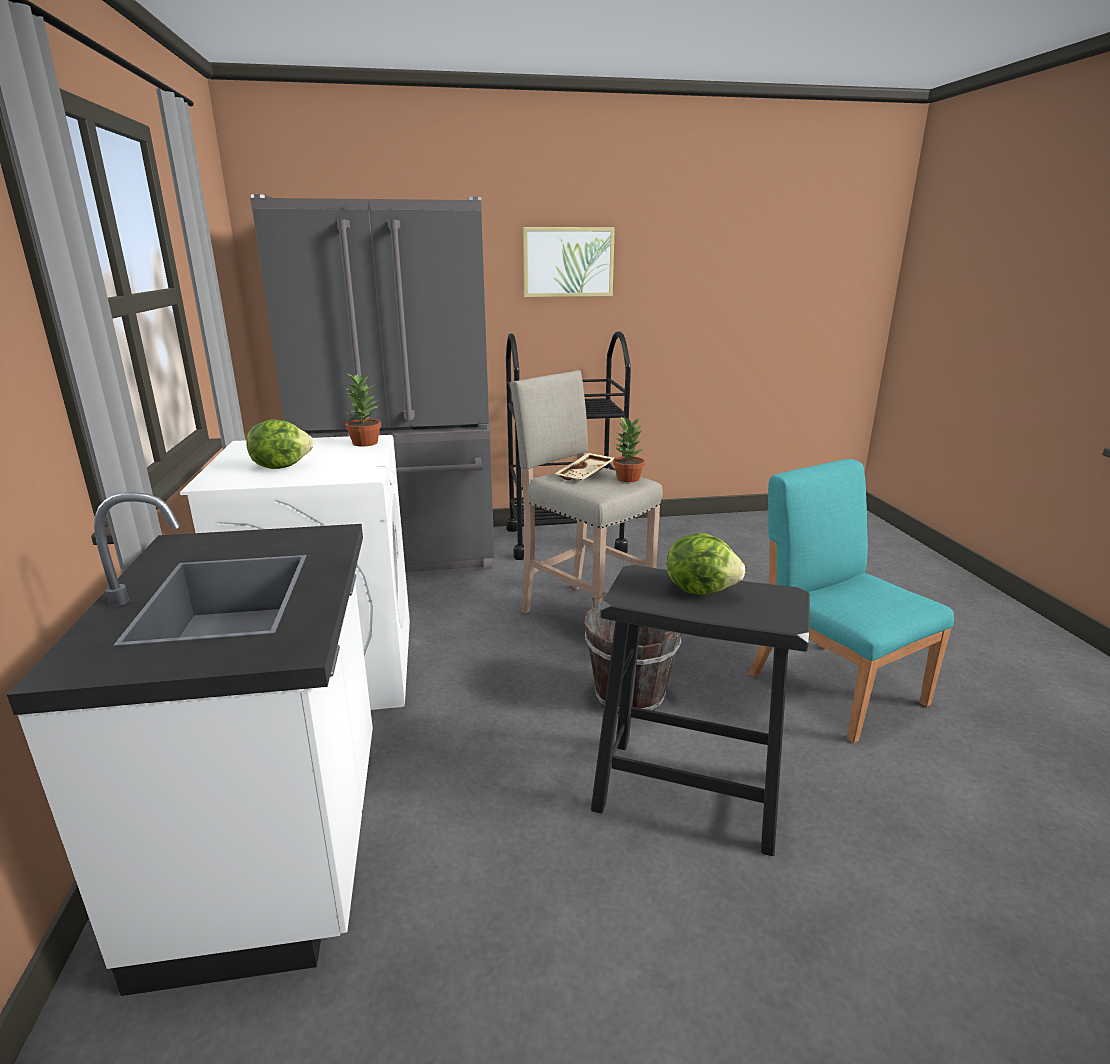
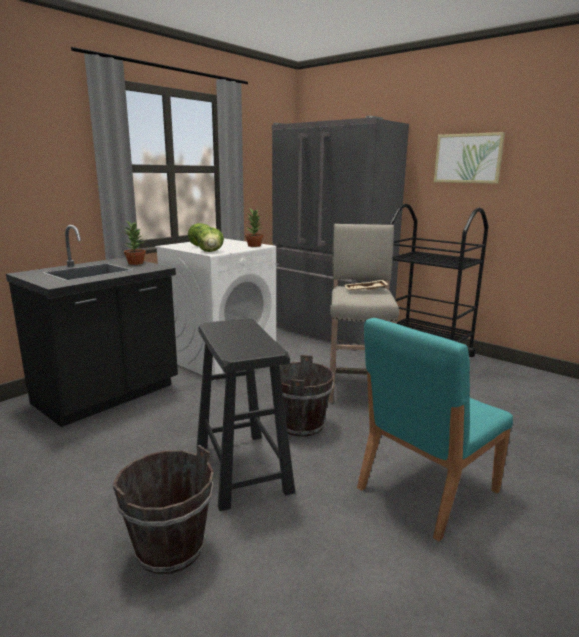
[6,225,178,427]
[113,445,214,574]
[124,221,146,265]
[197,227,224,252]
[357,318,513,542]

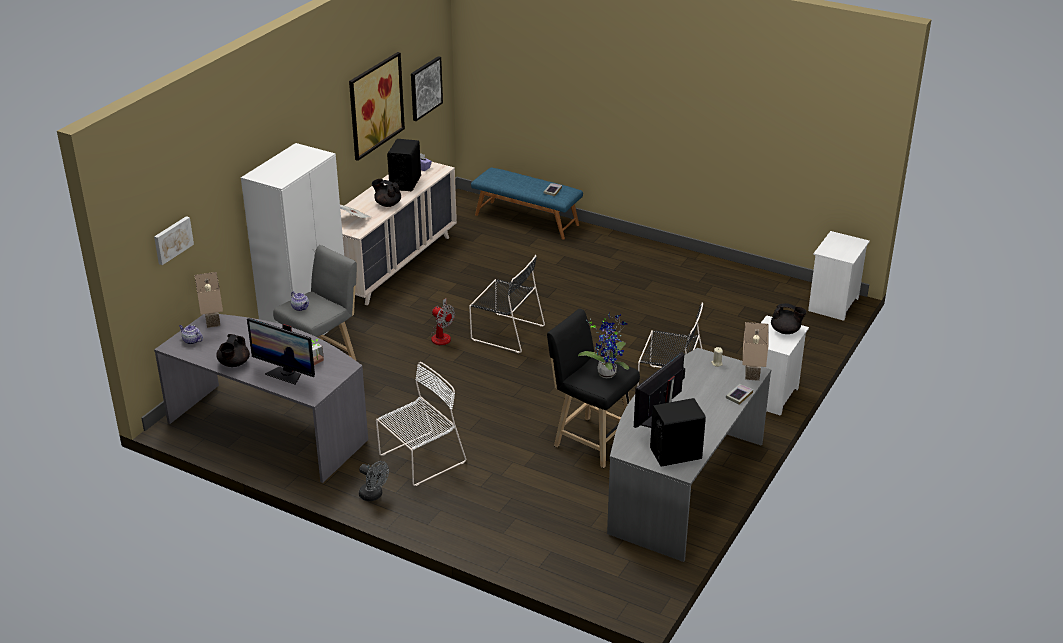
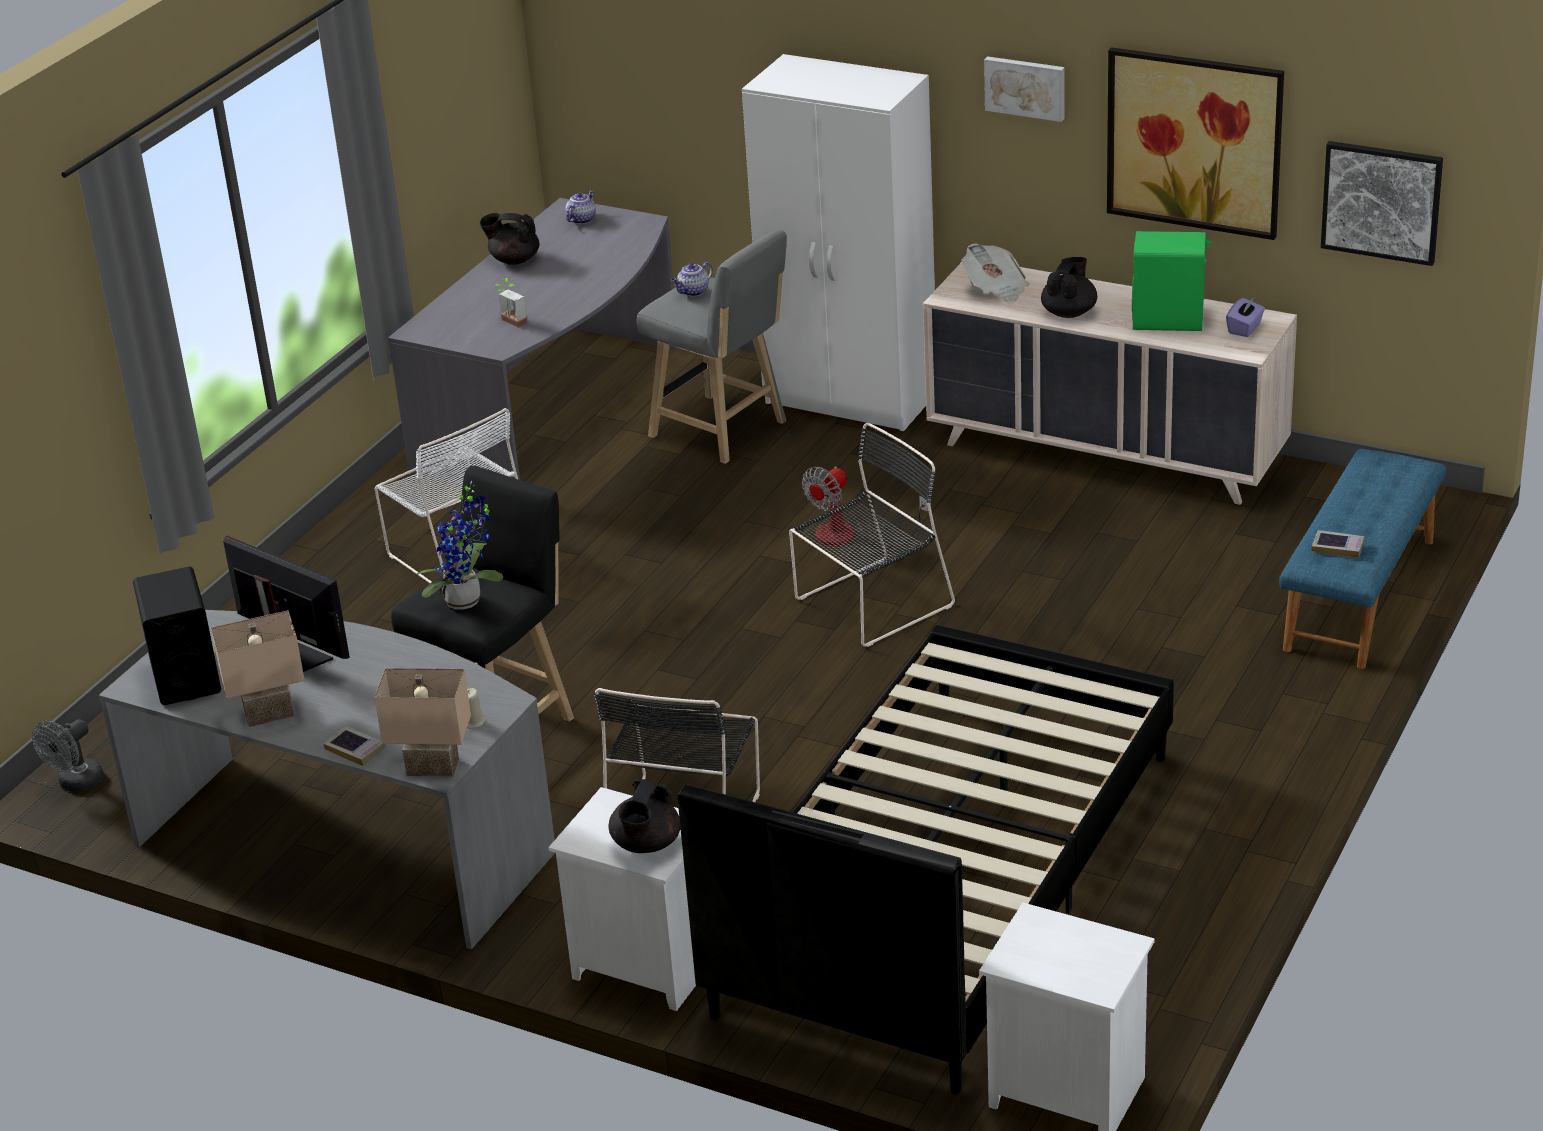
[32,719,104,792]
[211,610,305,727]
[678,625,1174,1094]
[789,423,955,647]
[984,56,1065,122]
[1132,231,1211,331]
[247,318,315,385] (first image)

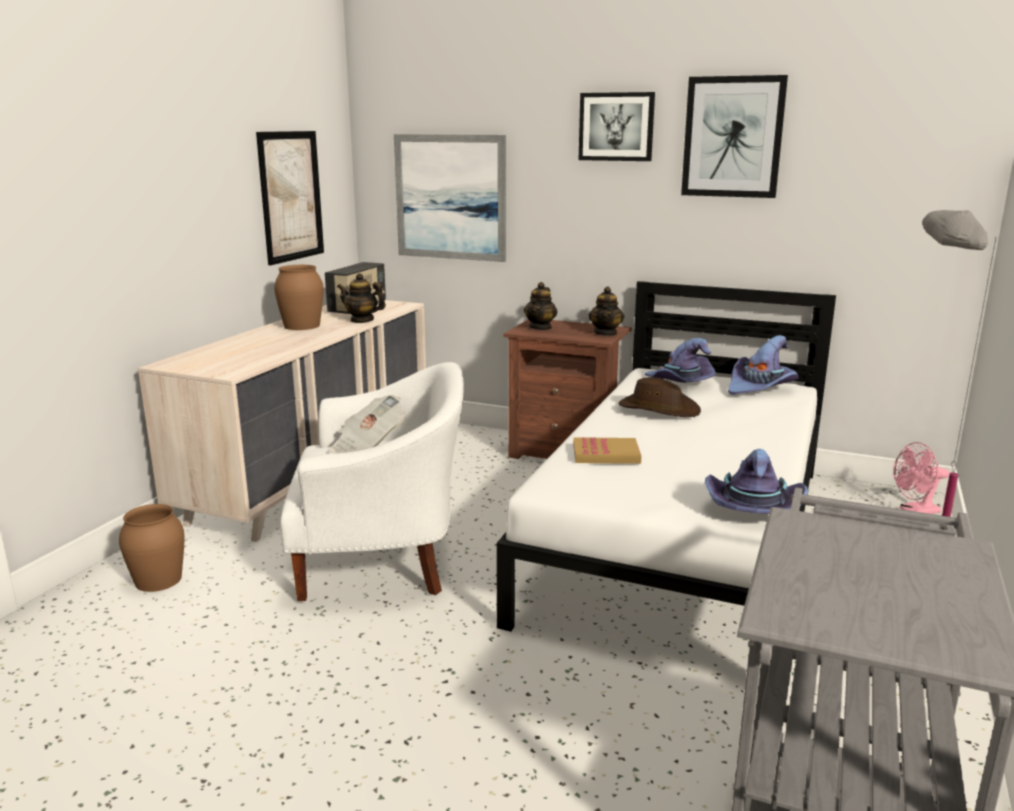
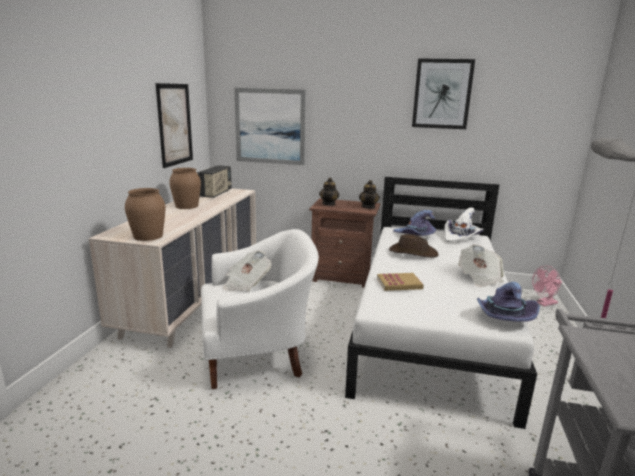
[125,188,166,241]
[444,207,484,242]
[458,244,504,287]
[337,273,386,323] (first image)
[579,92,655,161] (first image)

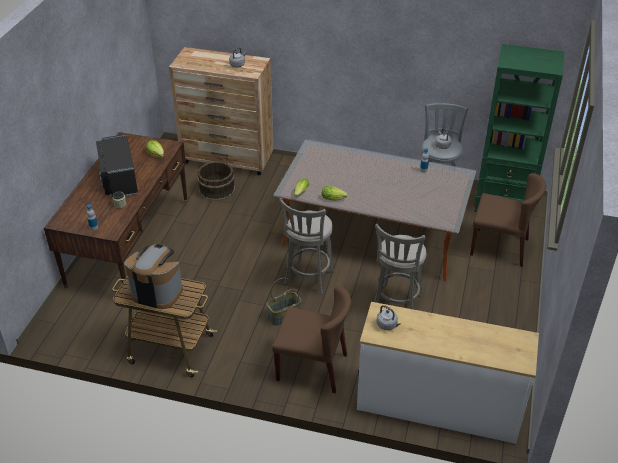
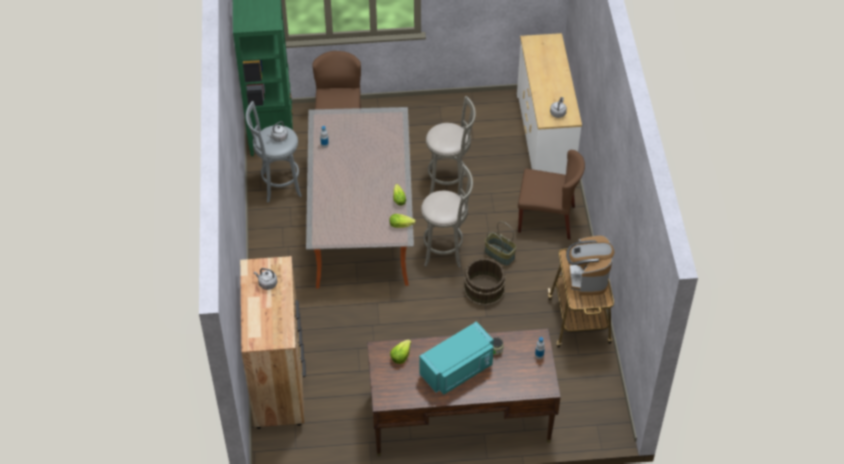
[419,321,494,394]
[464,258,506,306]
[518,150,585,240]

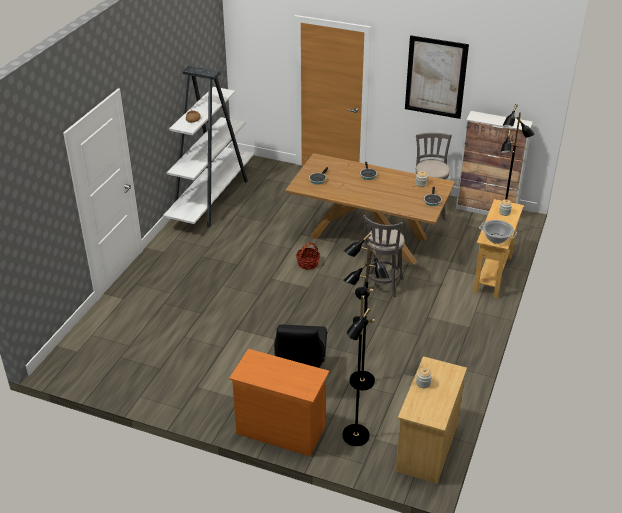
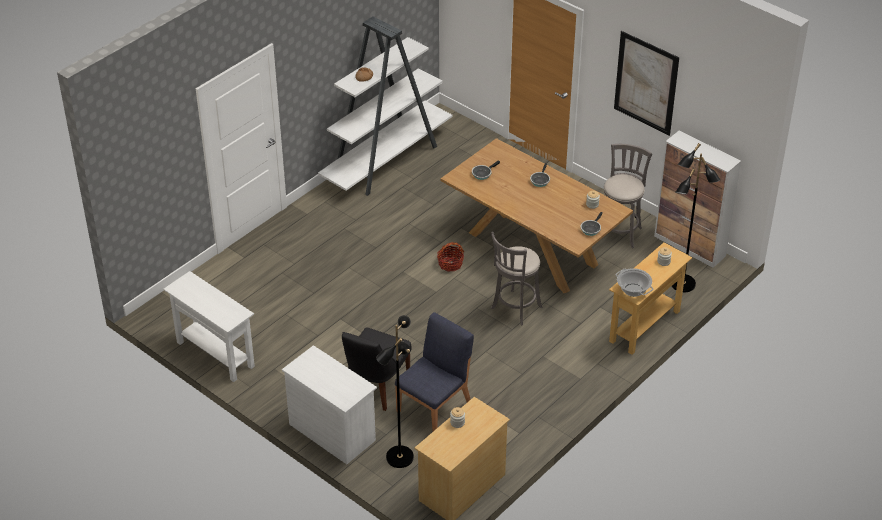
[163,271,255,382]
[282,345,377,464]
[395,312,474,431]

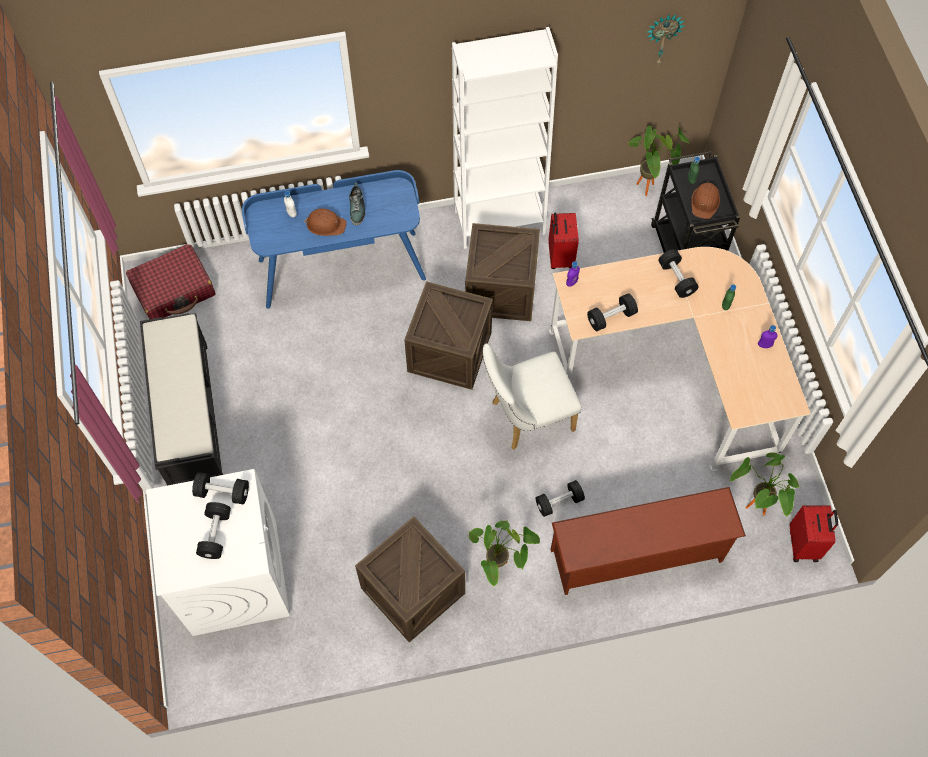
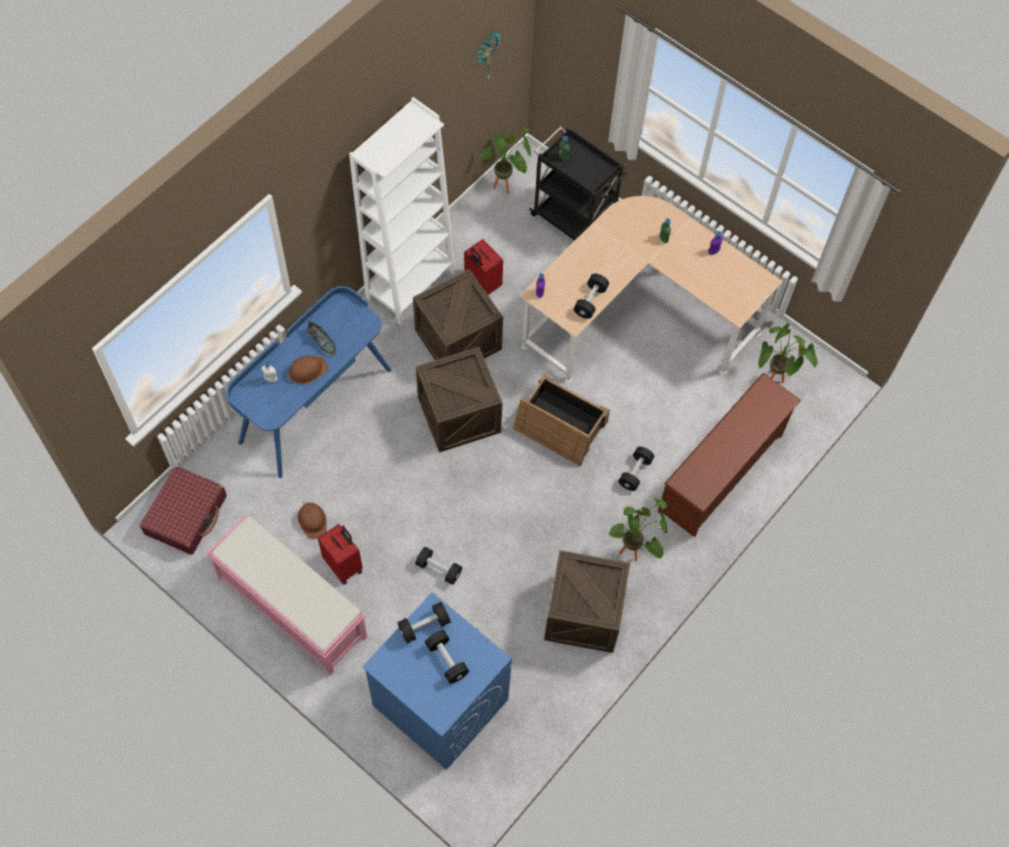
[207,515,367,676]
[298,501,327,539]
[318,524,363,585]
[362,592,512,770]
[415,547,462,585]
[513,374,610,466]

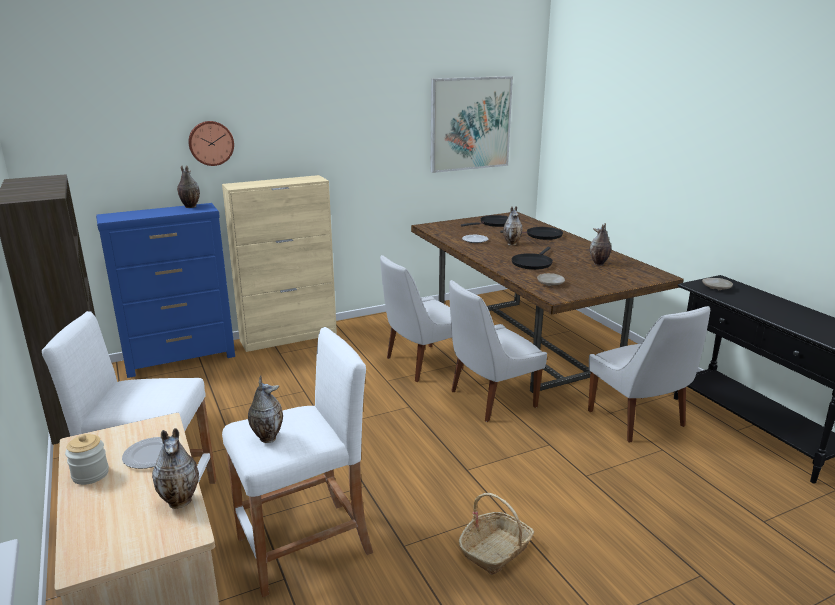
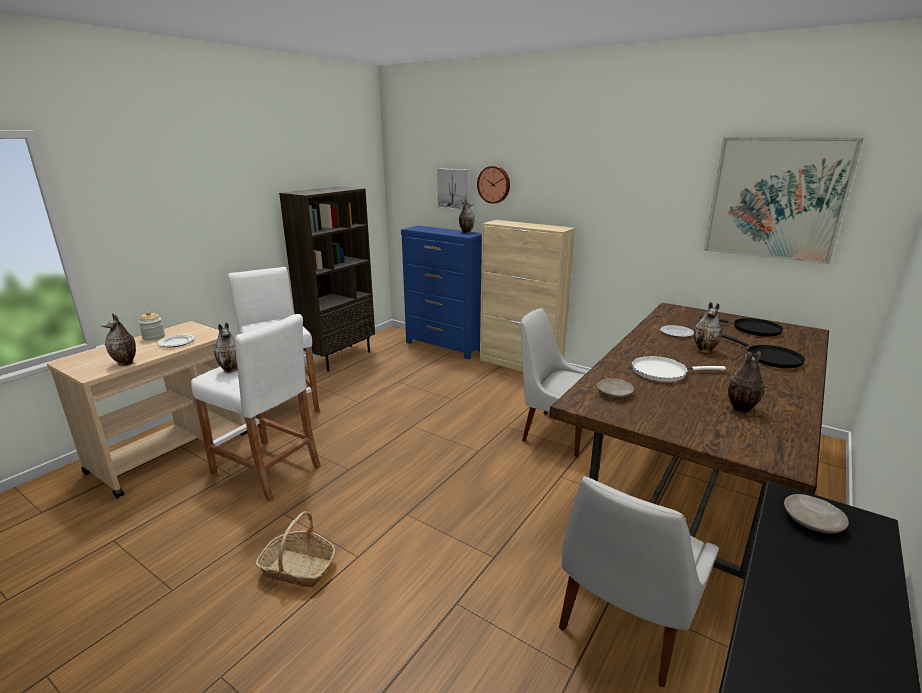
[436,168,471,210]
[632,356,726,382]
[449,280,547,422] (first image)

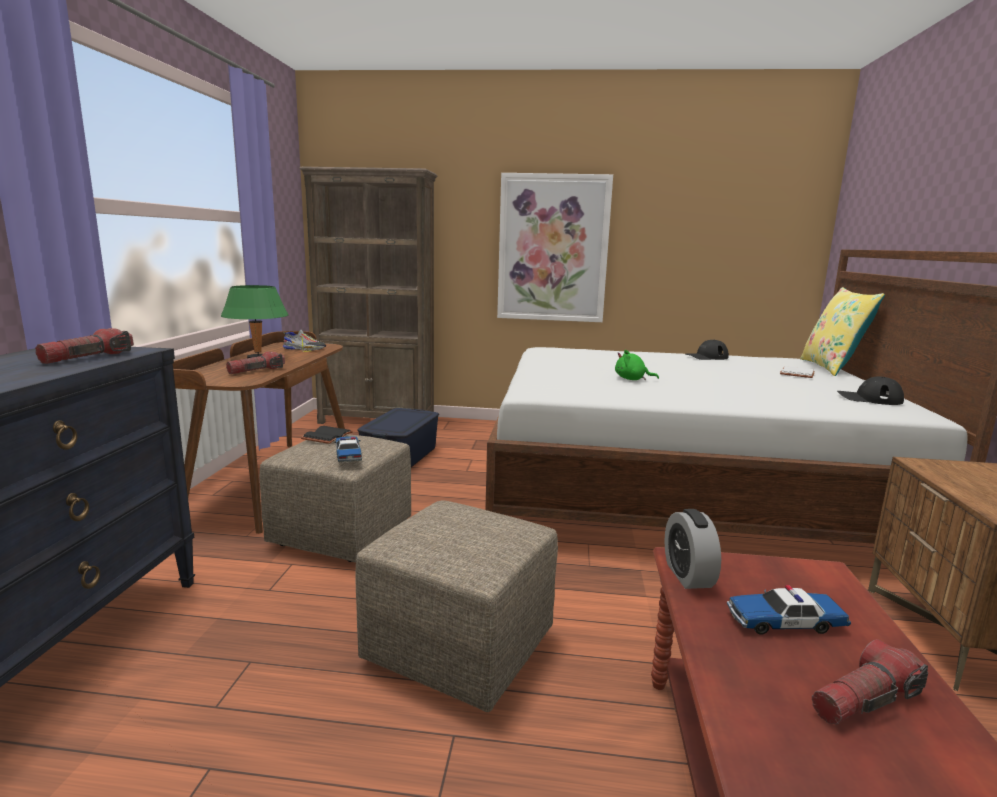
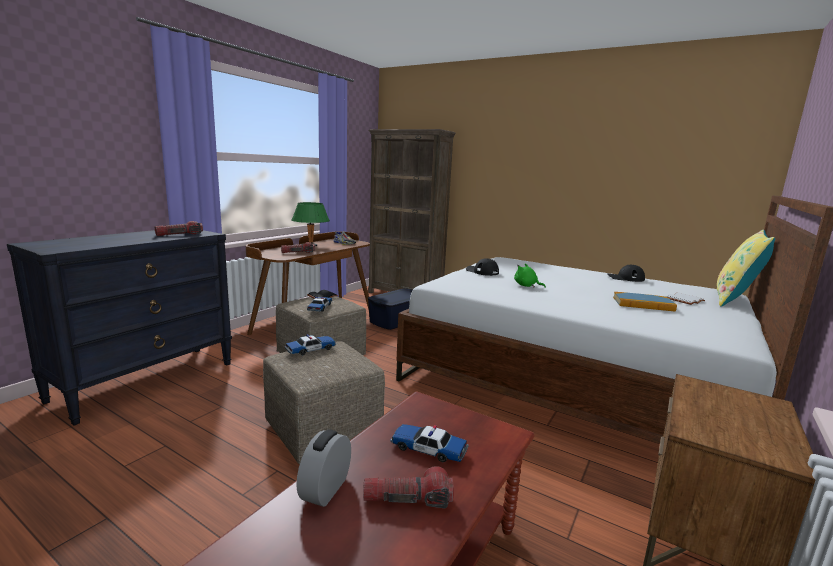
[285,334,336,355]
[296,429,351,507]
[466,258,499,276]
[613,292,677,312]
[497,173,613,322] (first image)

